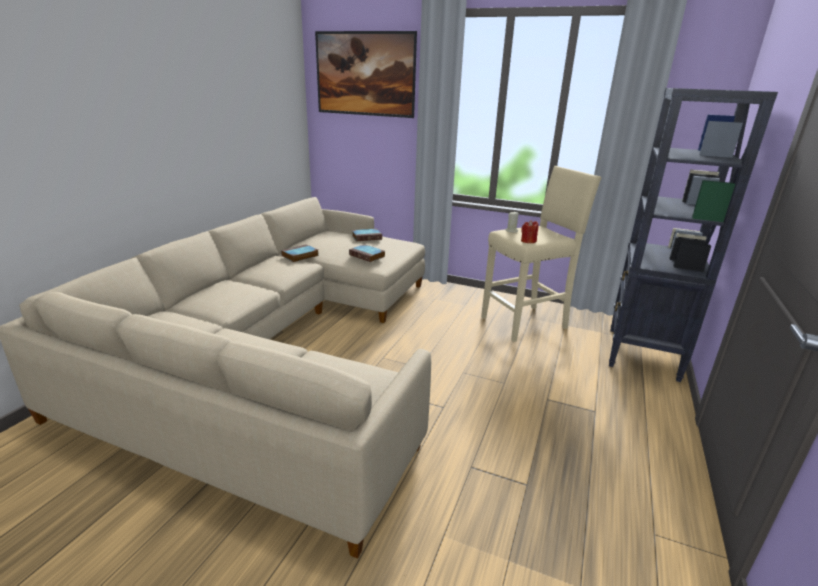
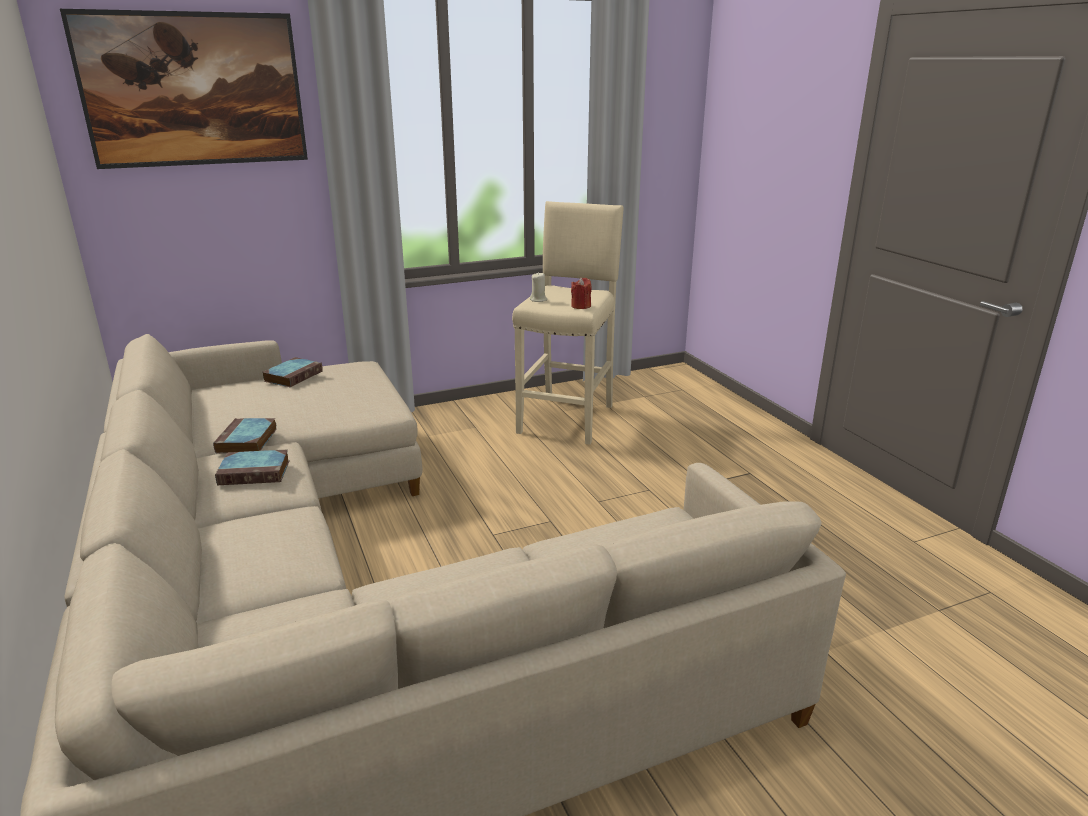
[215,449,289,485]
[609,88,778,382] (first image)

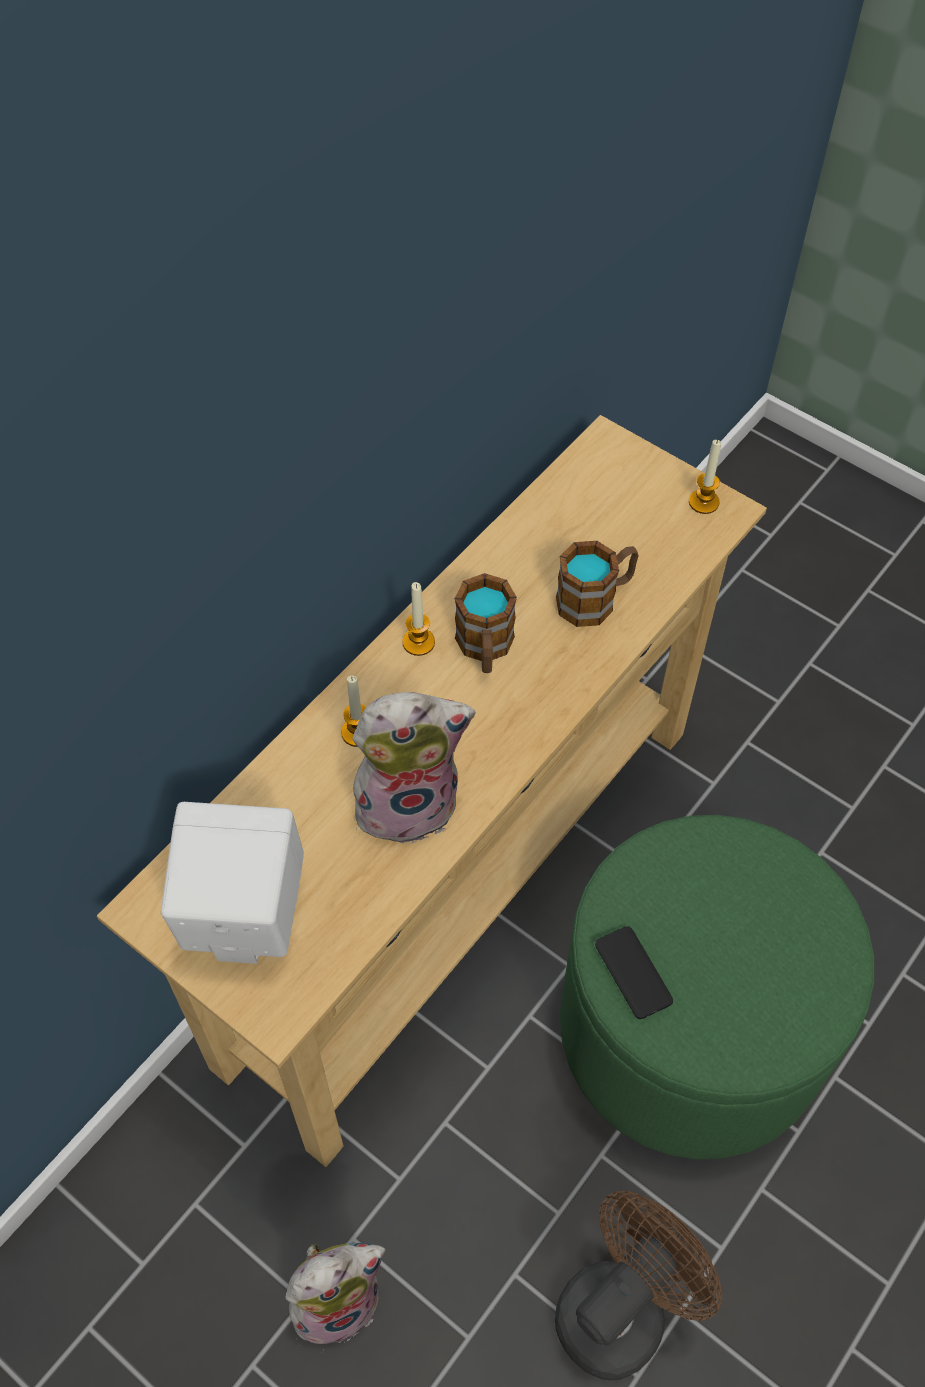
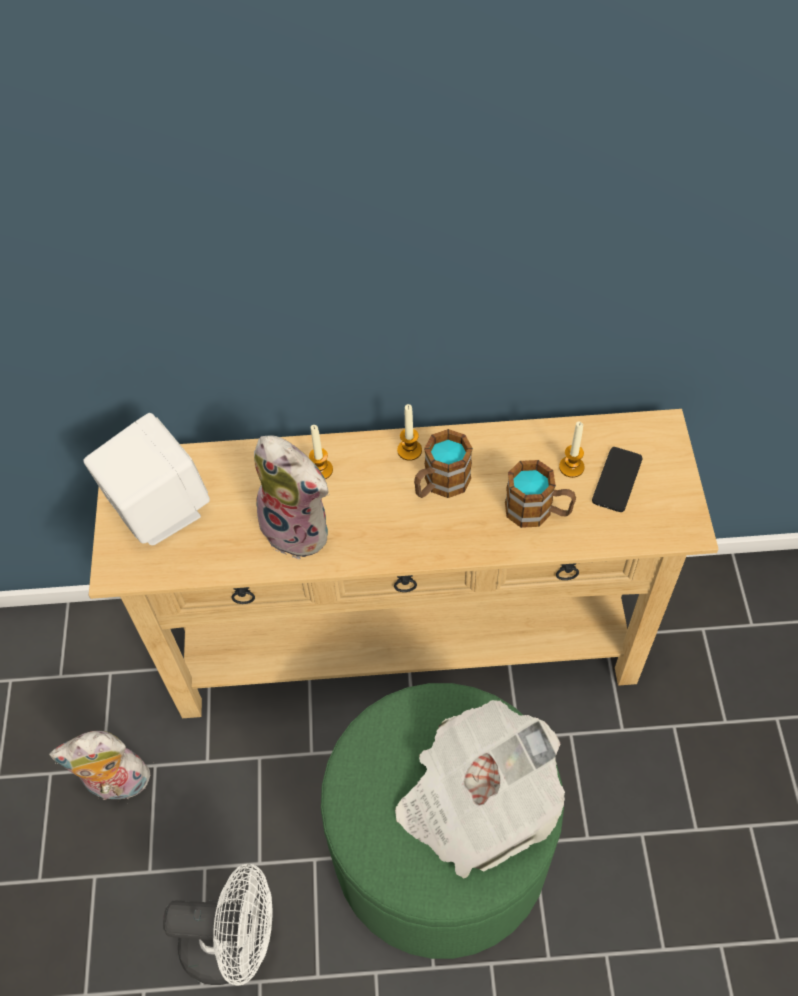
[49,731,151,804]
[163,864,273,986]
[395,700,565,879]
[559,422,585,478]
[592,447,642,512]

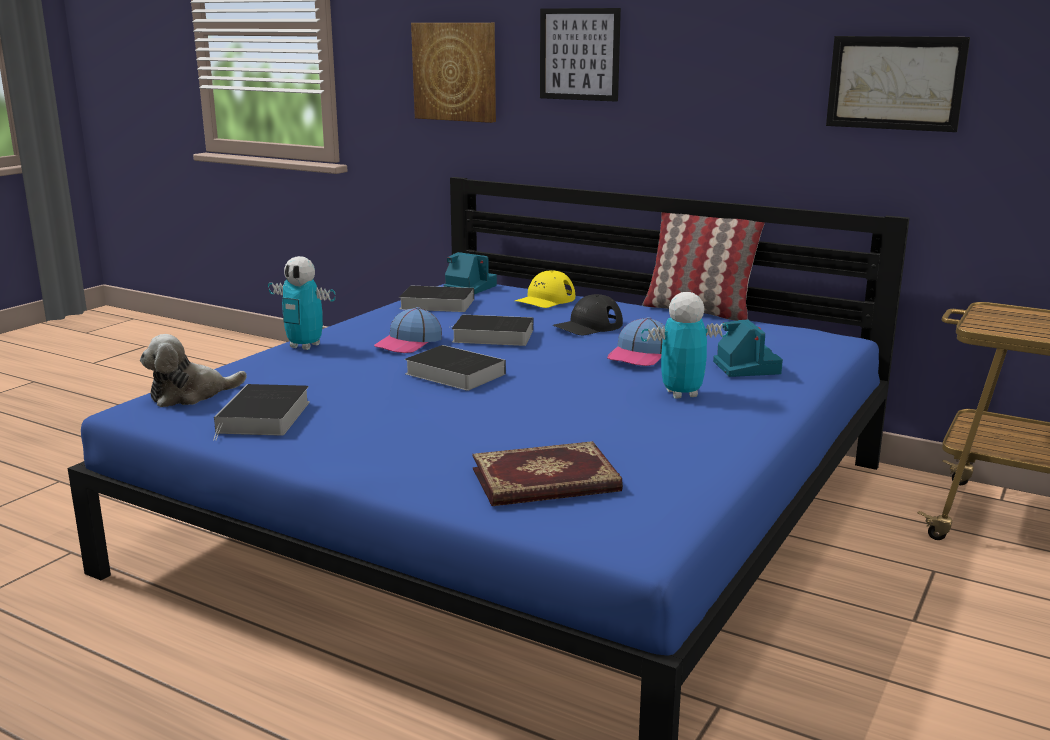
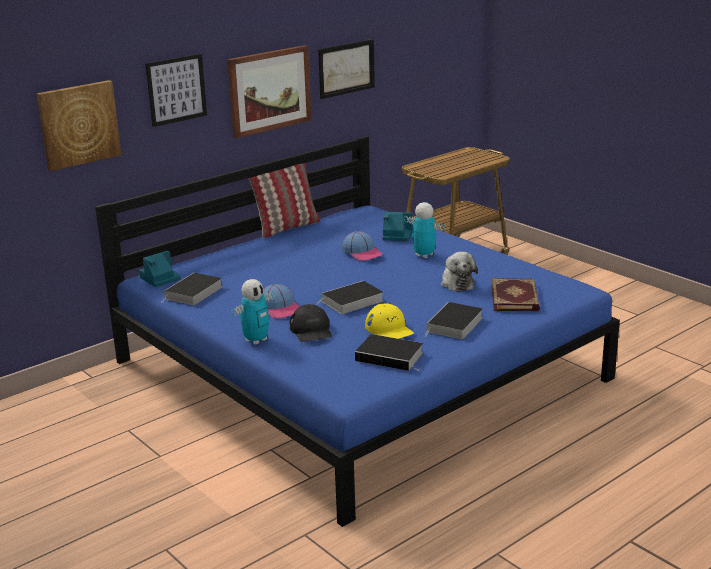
[227,45,312,138]
[289,304,332,342]
[365,303,414,339]
[404,202,445,258]
[425,302,483,339]
[441,252,478,291]

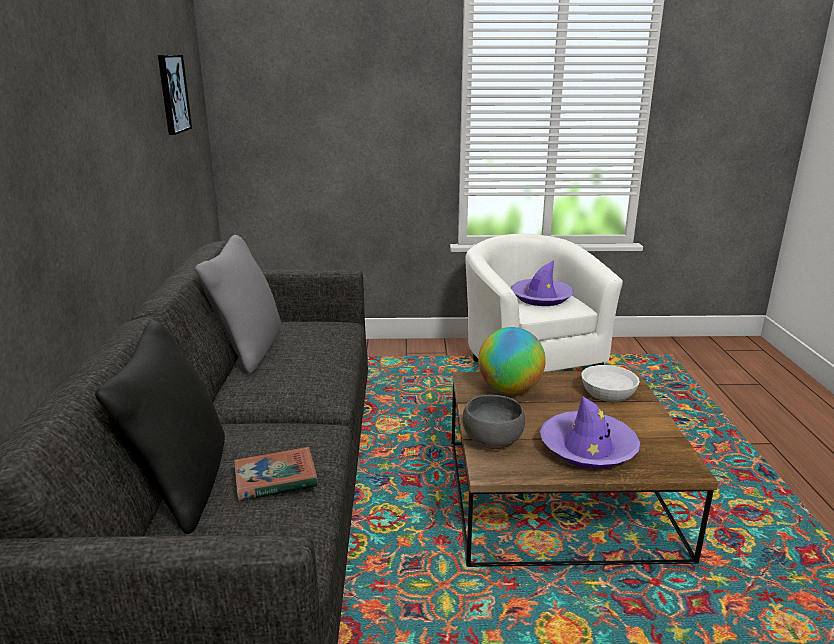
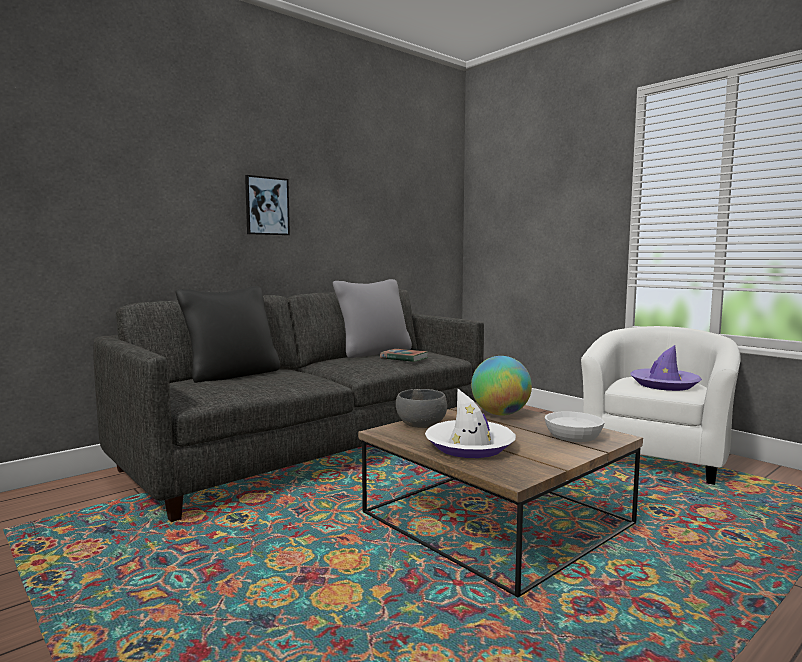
[245,175,290,235]
[380,349,428,362]
[425,388,516,458]

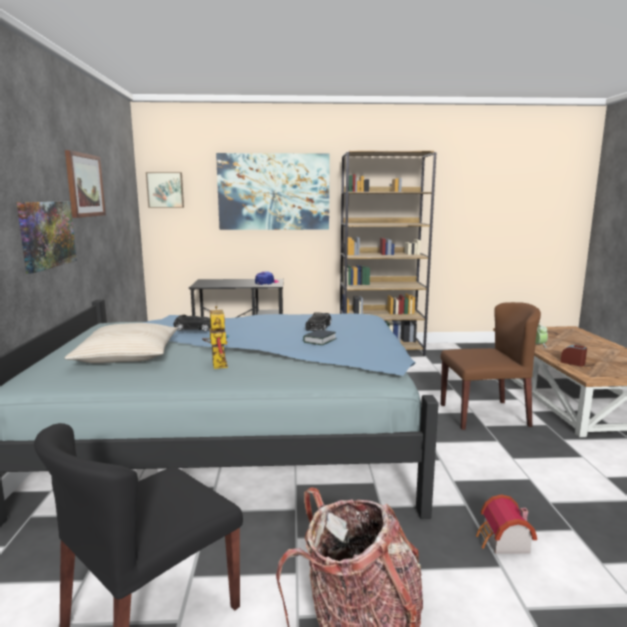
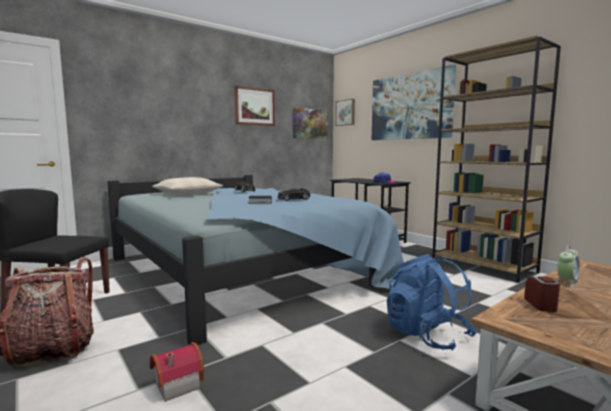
[293,108,328,139]
[387,254,477,350]
[202,306,229,369] (first image)

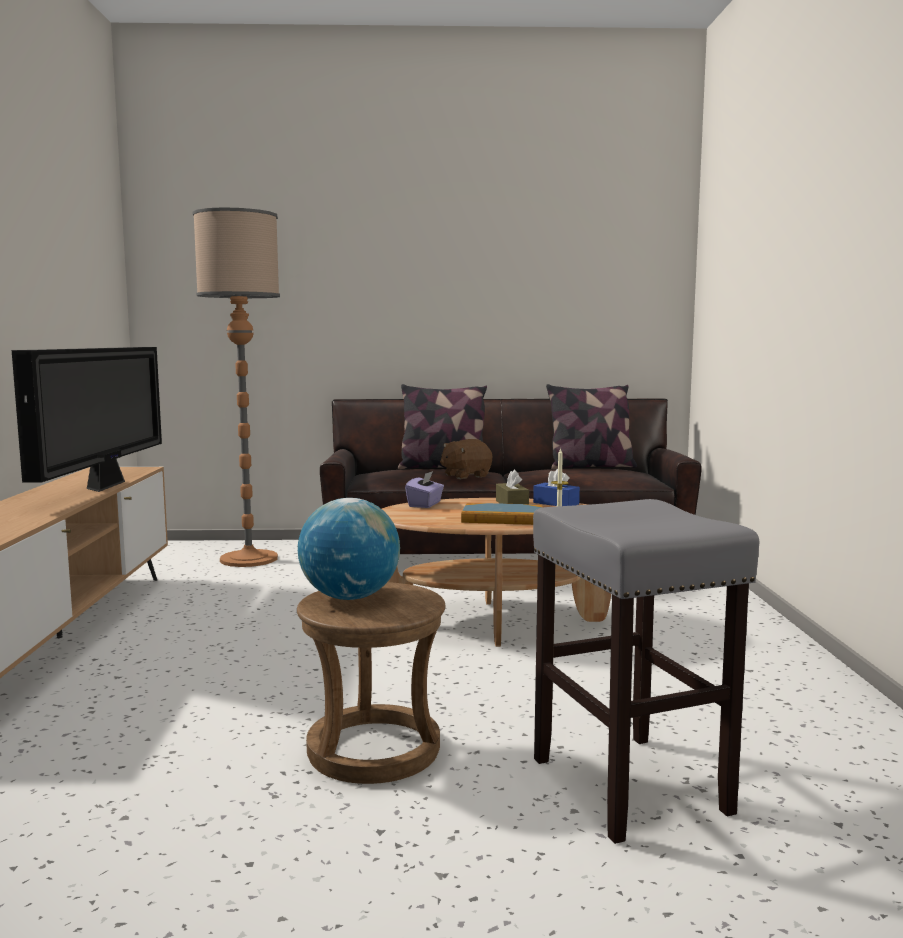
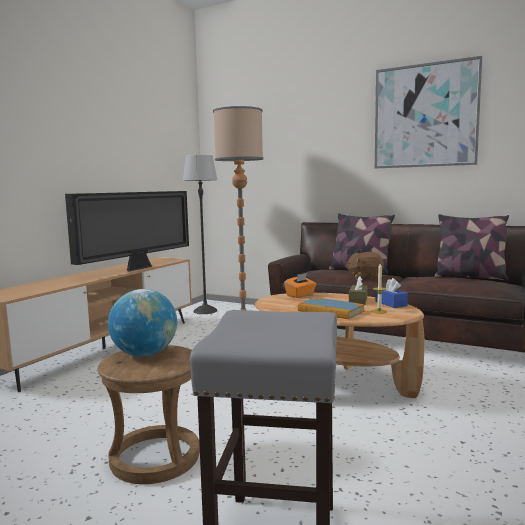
[183,155,217,314]
[284,273,316,298]
[375,56,482,168]

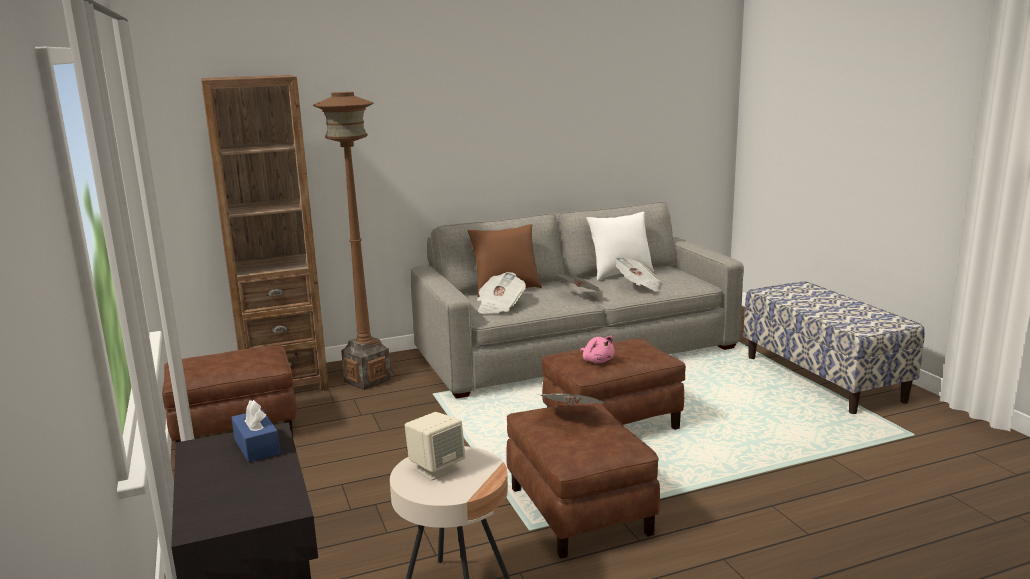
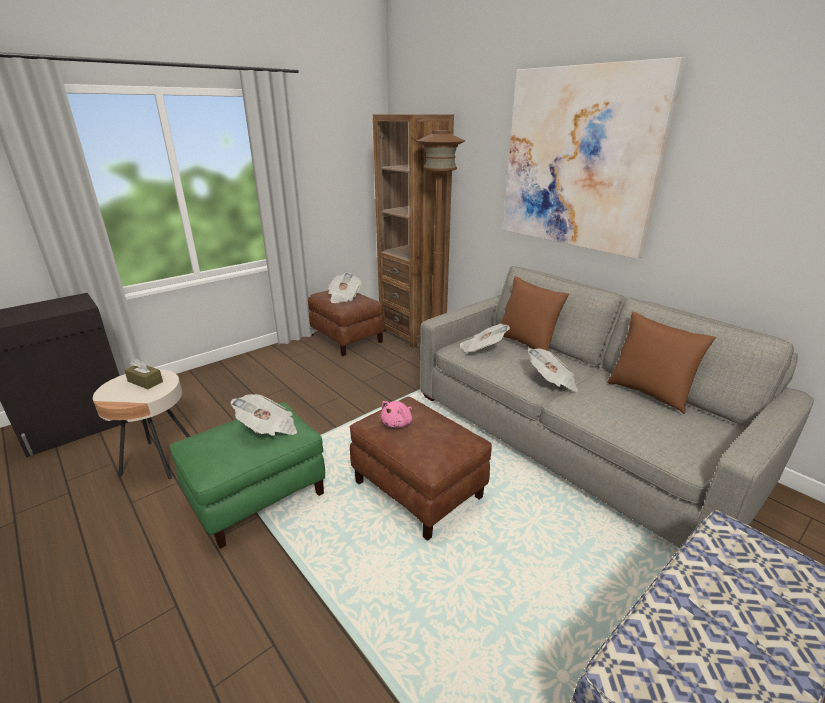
[124,358,163,389]
[170,402,325,549]
[328,273,362,303]
[503,57,686,259]
[607,312,716,414]
[231,400,280,462] (first image)

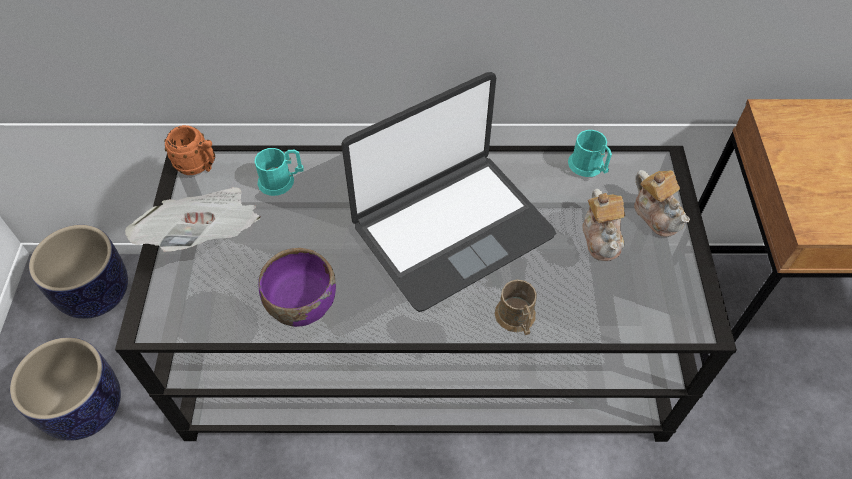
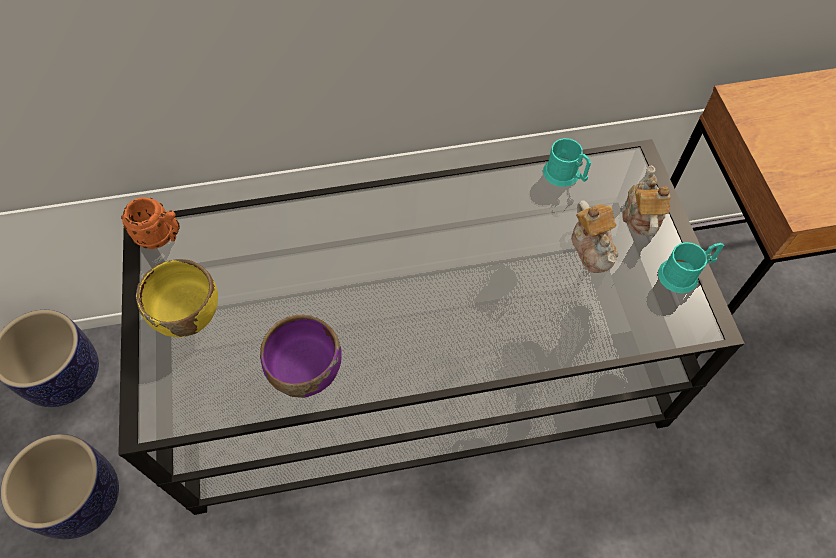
[136,259,218,337]
[623,165,670,236]
[658,242,724,294]
[341,72,556,312] (first image)
[495,280,537,335] (first image)

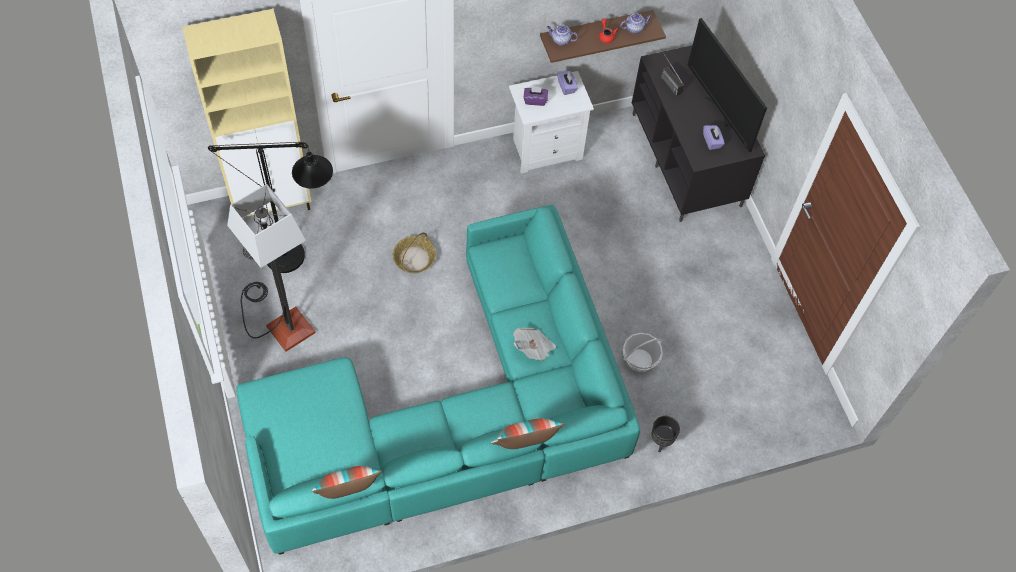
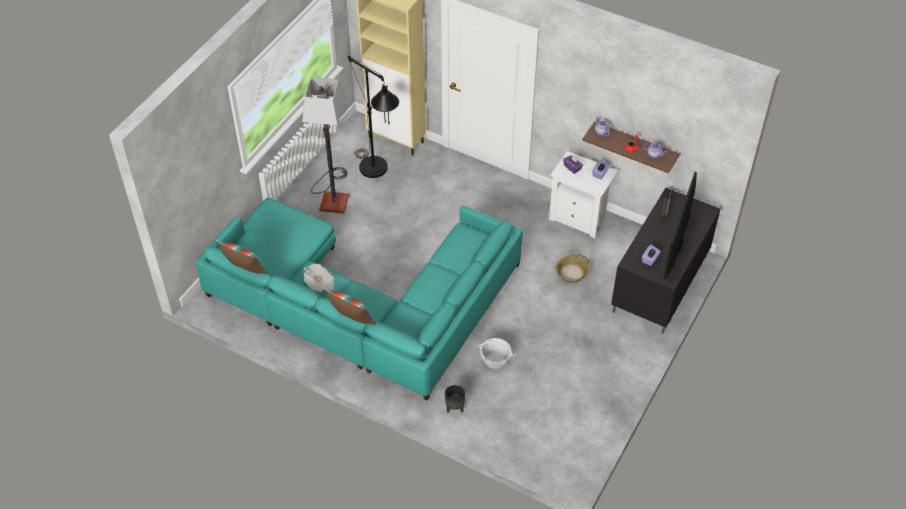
[303,264,335,292]
[556,254,589,283]

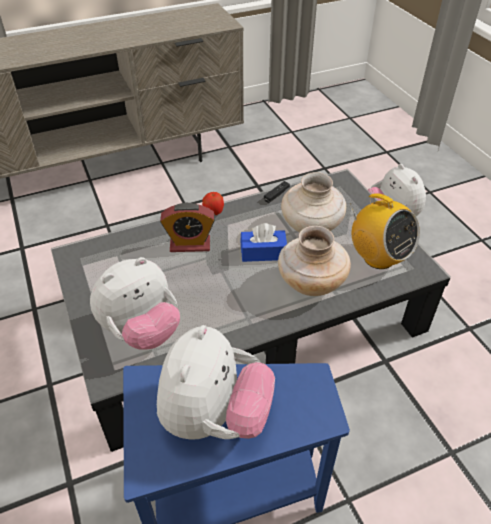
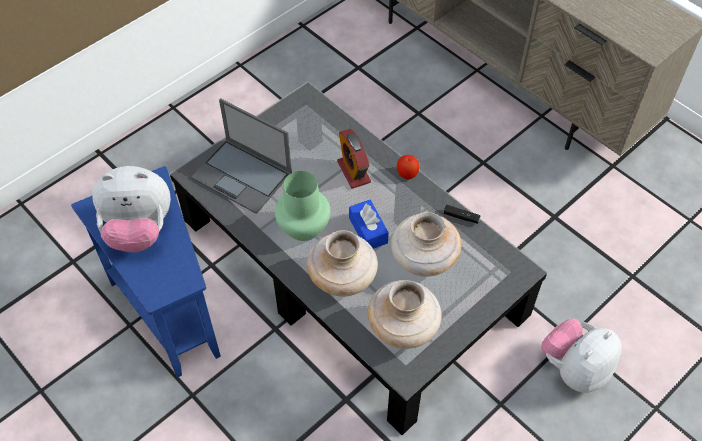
[191,98,292,214]
[275,171,331,241]
[368,280,442,349]

